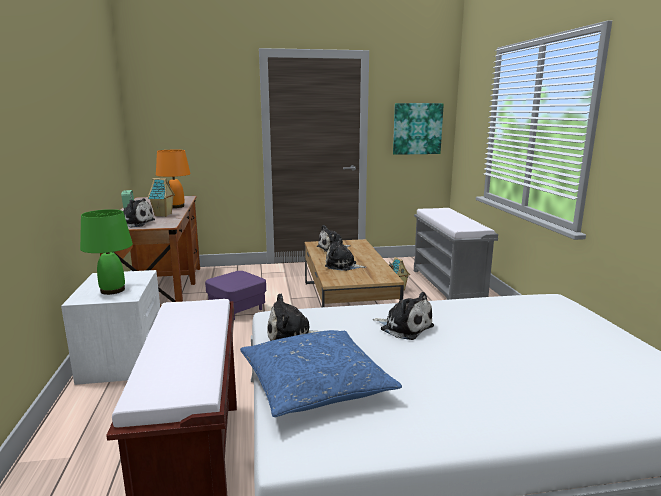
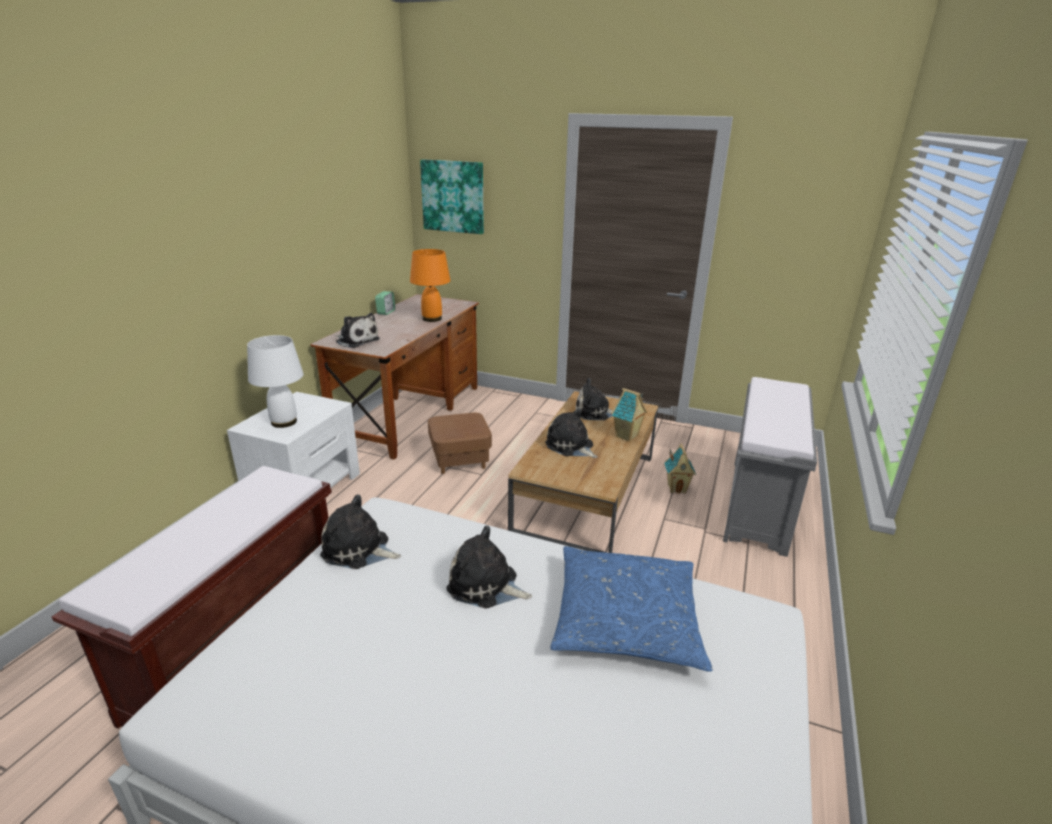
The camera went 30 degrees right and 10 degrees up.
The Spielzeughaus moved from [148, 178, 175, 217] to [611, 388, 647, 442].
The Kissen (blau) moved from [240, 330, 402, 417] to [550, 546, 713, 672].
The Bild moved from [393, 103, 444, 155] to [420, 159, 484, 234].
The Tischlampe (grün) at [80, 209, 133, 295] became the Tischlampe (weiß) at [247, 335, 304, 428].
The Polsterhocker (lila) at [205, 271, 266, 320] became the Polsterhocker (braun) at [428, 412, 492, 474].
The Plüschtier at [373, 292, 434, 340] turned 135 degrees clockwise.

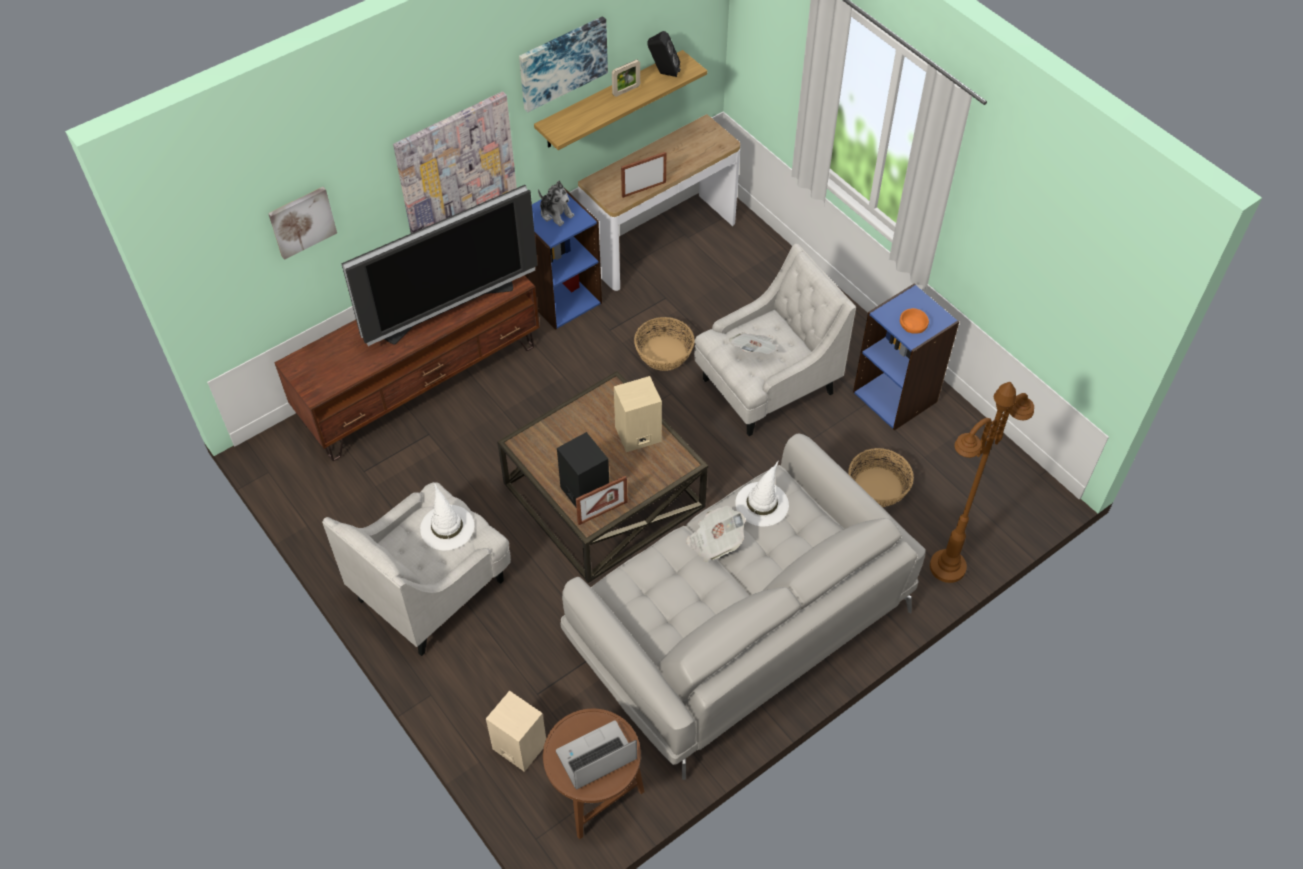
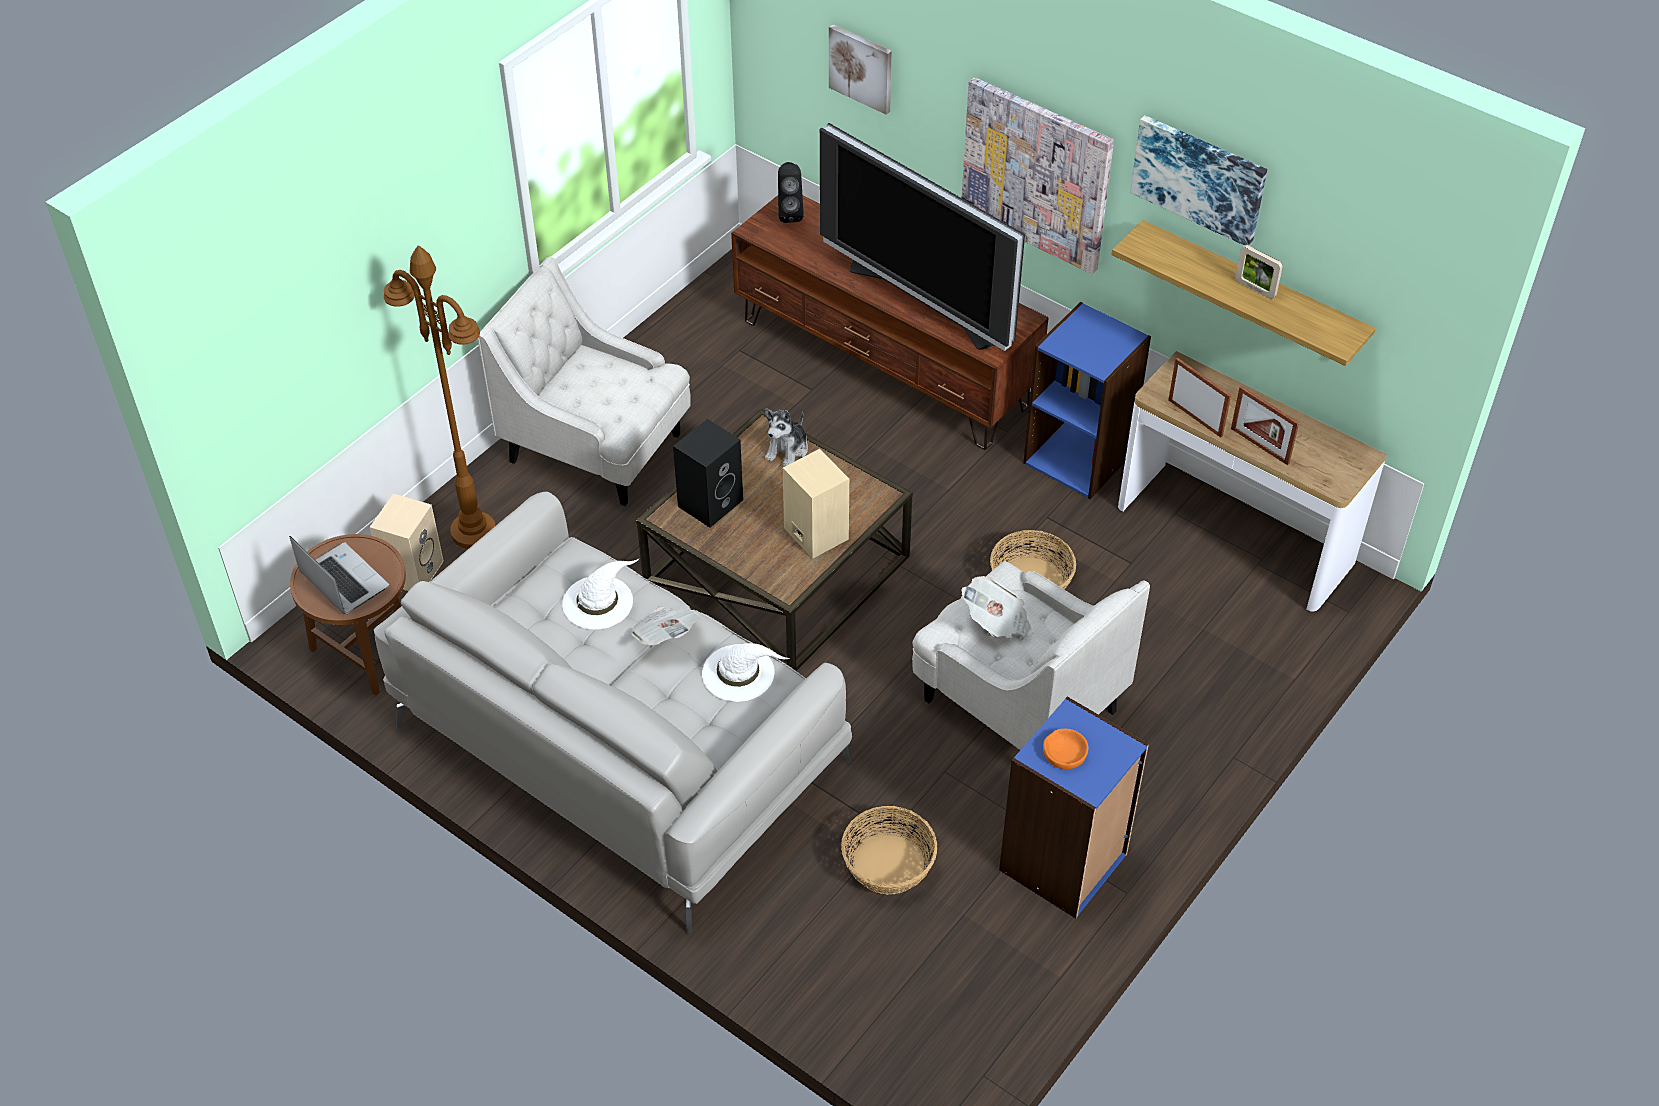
The camera went 75 degrees right and 5 degrees down.
The Hut (weiß) moved from [420, 482, 474, 550] to [562, 558, 640, 629].
The Plüschtier moved from [538, 181, 574, 226] to [765, 409, 808, 467].
The Bilderrahmen moved from [576, 475, 627, 525] to [1231, 386, 1299, 465].
The Lautsprecher (schwarz) moved from [647, 31, 680, 77] to [778, 162, 804, 223].
The Stehlampe (braun) moved from [930, 382, 1034, 583] to [384, 245, 495, 549].

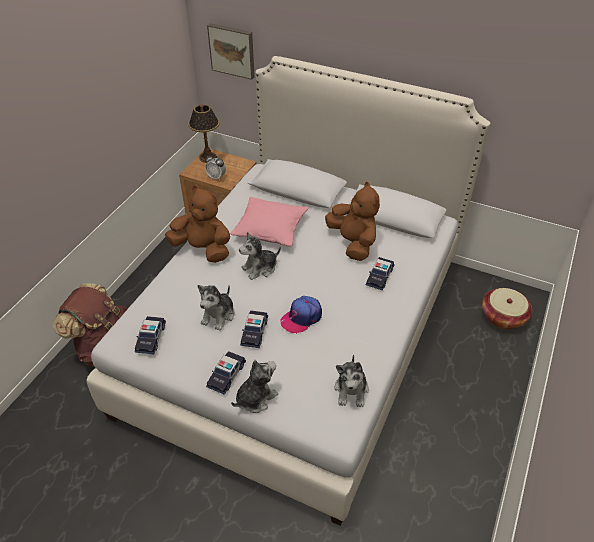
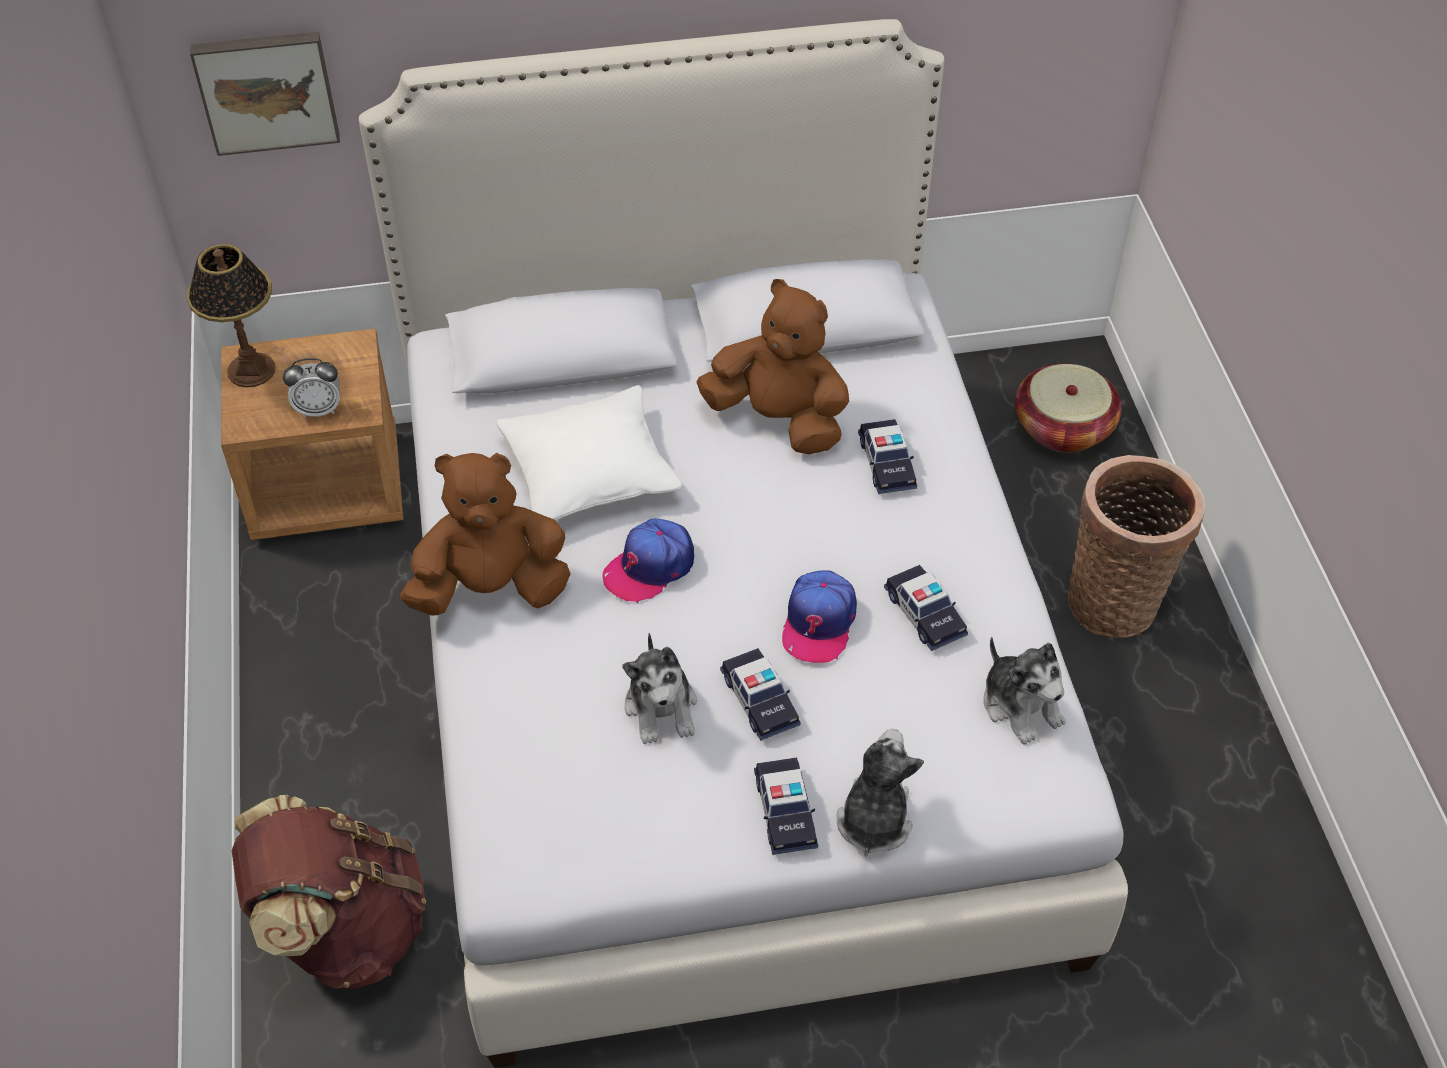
The camera went 35 degrees left and 5 degrees up.
The Korb at [1068, 455, 1206, 638] appeared.
The Spielzeugauto moved from [135, 316, 166, 354] to [884, 565, 968, 651].
The Plüschtier at [239, 232, 281, 280] was replaced by the Kappe at [603, 519, 694, 603].
The Kissen (rosa) at [231, 197, 309, 247] became the Kissen (weiß) at [497, 385, 682, 520].

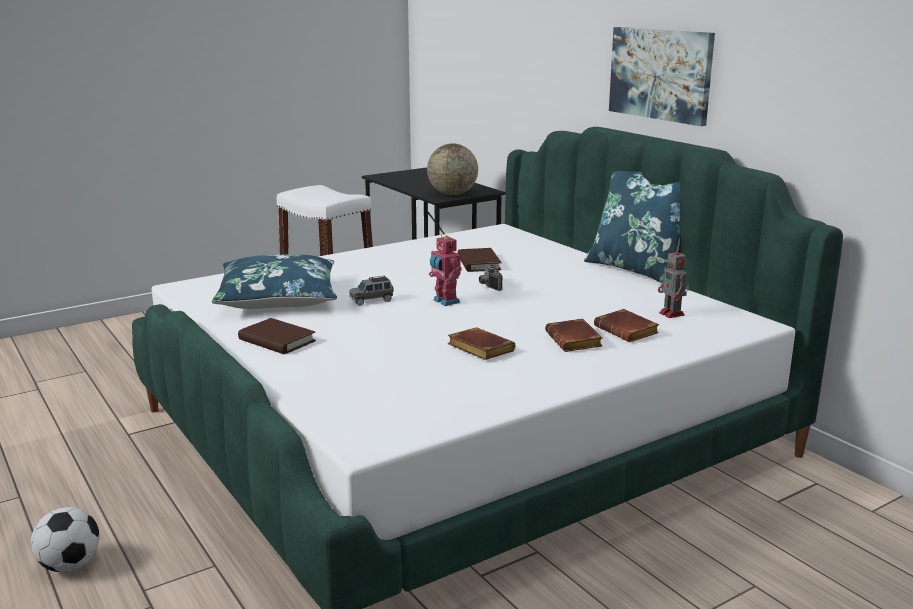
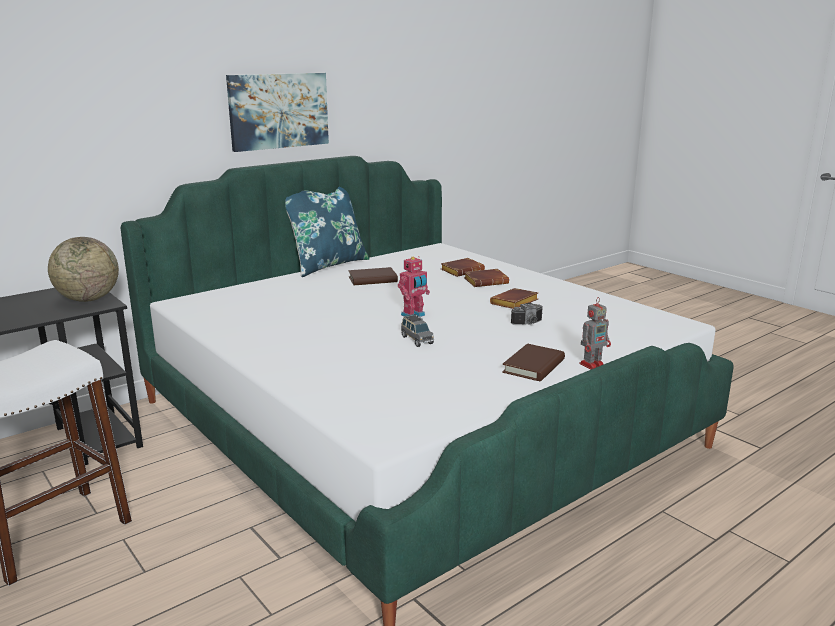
The camera went 95 degrees left and 0 degrees up.
The Fußball at [31, 507, 99, 572] disappeared.
The Kissen (blau) at [212, 255, 337, 309] disappeared.
The Buch (braun) moved from [458, 248, 502, 272] to [349, 267, 398, 285].
The Kamera moved from [479, 264, 503, 291] to [511, 303, 543, 325].
The Spielzeugroboter moved from [658, 246, 689, 318] to [579, 297, 611, 370].

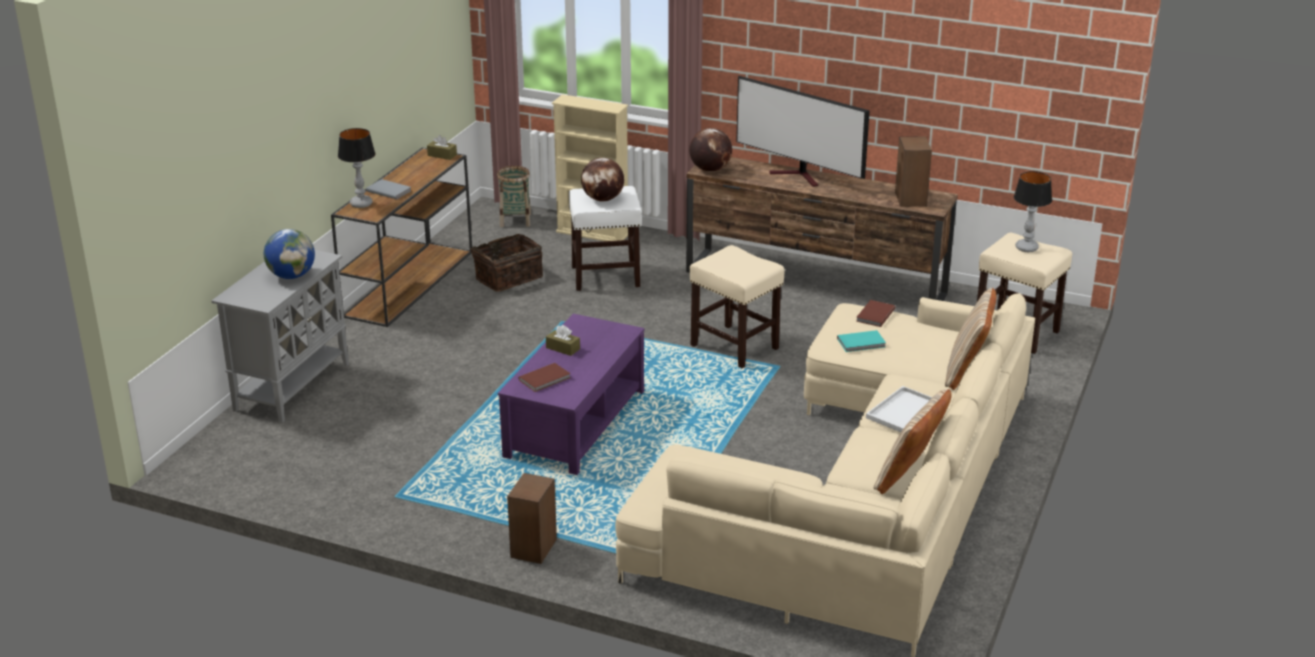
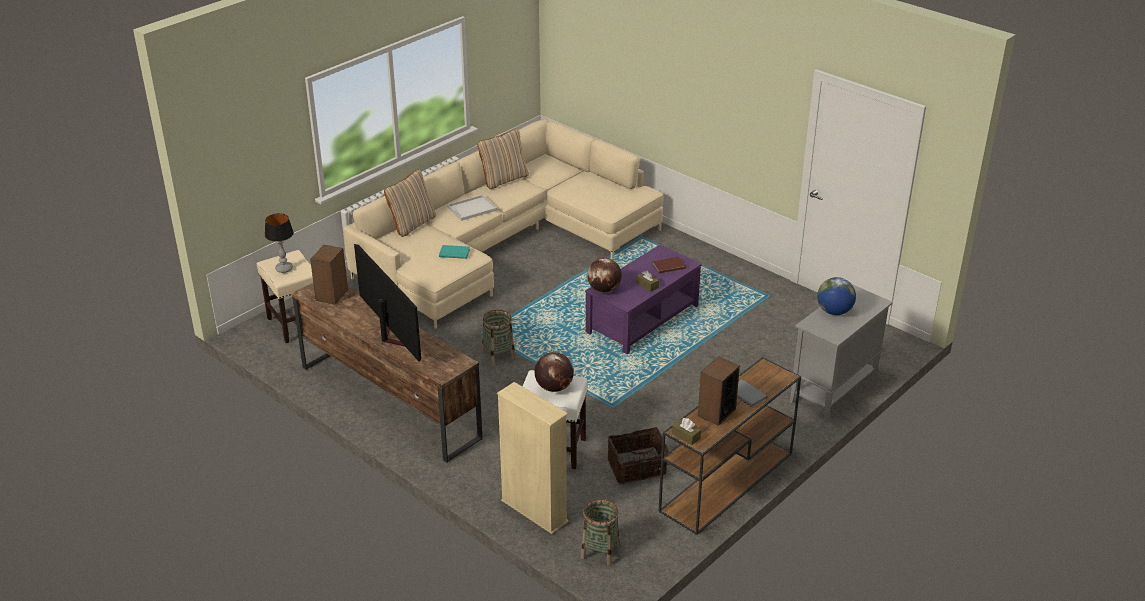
The camera went 160 degrees left and 5 degrees up.
The Tischlampe at [338, 128, 375, 208] disappeared.
The Buch (braun) at [856, 300, 895, 327] disappeared.
The Lautsprecher moved from [507, 473, 557, 564] to [698, 356, 740, 426].
The Globus moved from [689, 128, 732, 172] to [587, 258, 622, 292].
The Hocker (beige) at [690, 245, 785, 368] was replaced by the Korb at [482, 310, 516, 365].

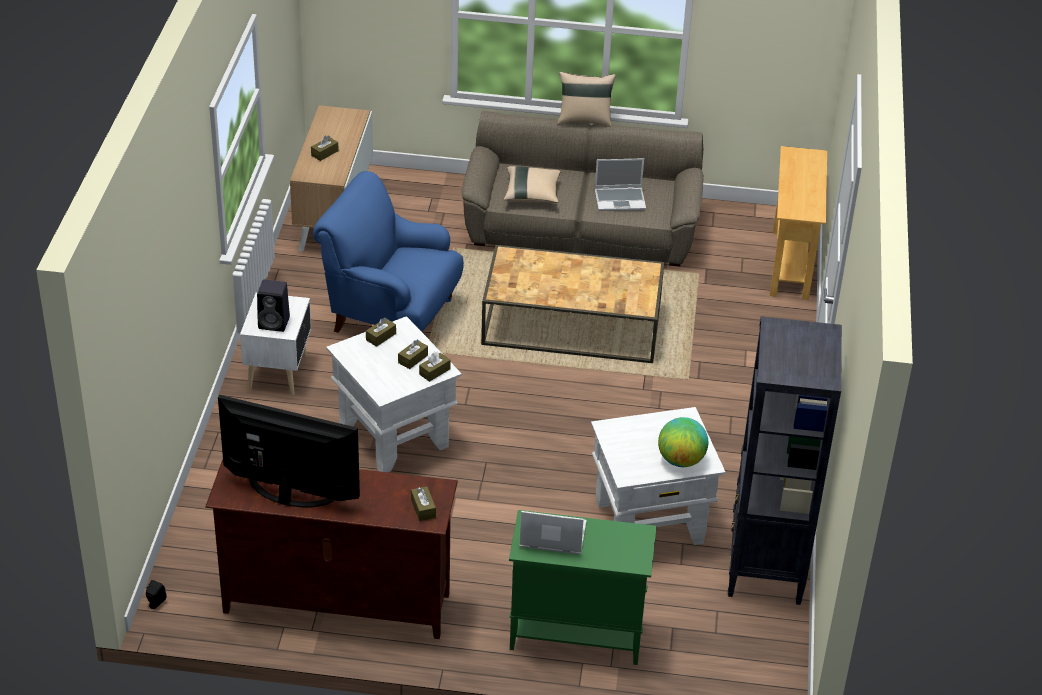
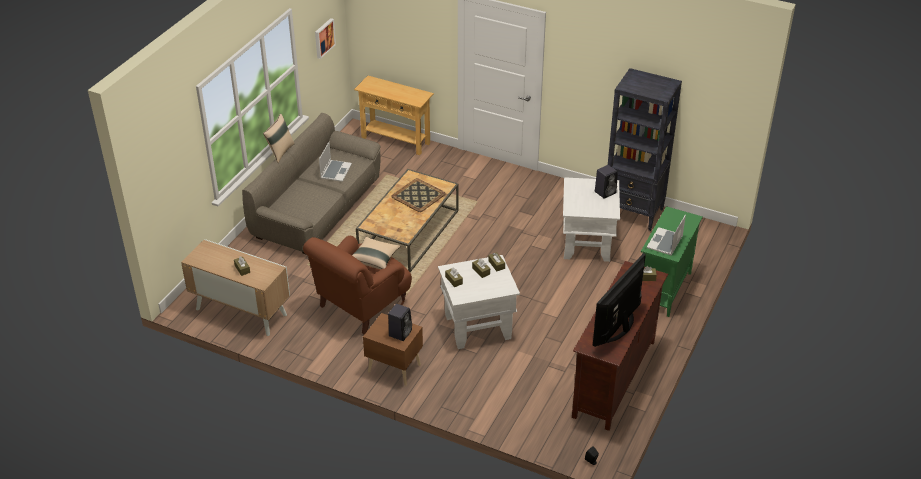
The camera went 70 degrees left and 0 degrees up.
The Bild at [315, 18, 336, 59] appeared.
The Tablett at [391, 178, 446, 212] appeared.
The Kissen (beige) moved from [504, 166, 561, 203] to [352, 237, 401, 269].
The Globus at [658, 417, 708, 467] was replaced by the Lautsprecher (schwarz) at [595, 165, 618, 199].
The Nachttisch (weiß) at [240, 292, 311, 396] became the Nachttisch (braun) at [363, 313, 423, 386].
The Sessel (blau) at [313, 171, 464, 333] became the Sessel (braun) at [303, 236, 412, 335].

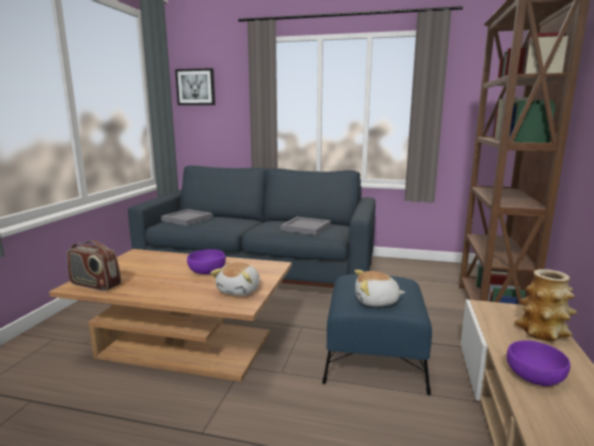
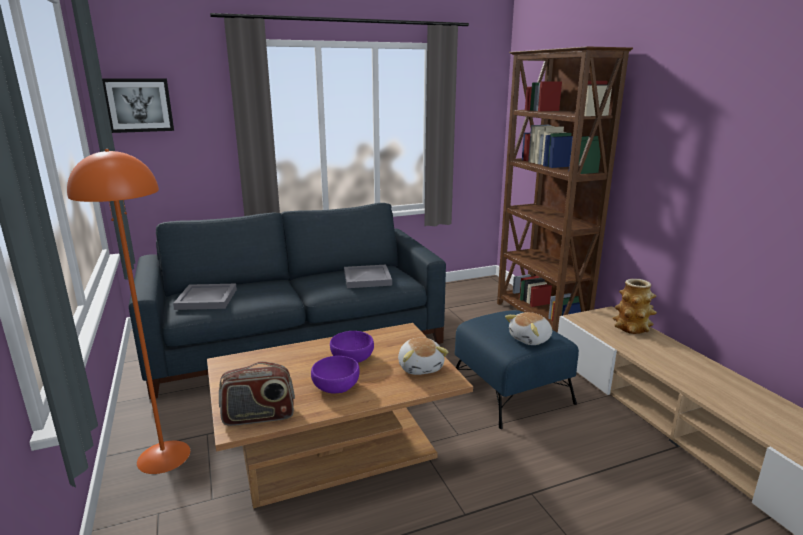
The camera went 35 degrees left and 5 degrees up.
The Stehlampe (orange) at [67, 149, 190, 474] appeared.
The Schüssel (lila) moved from [507, 340, 570, 386] to [311, 356, 360, 394].

